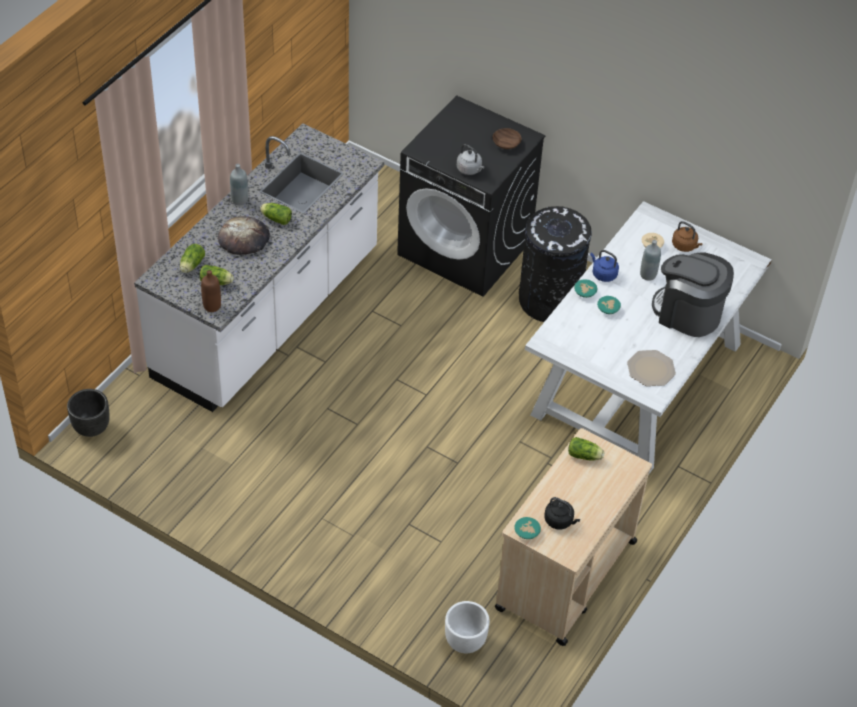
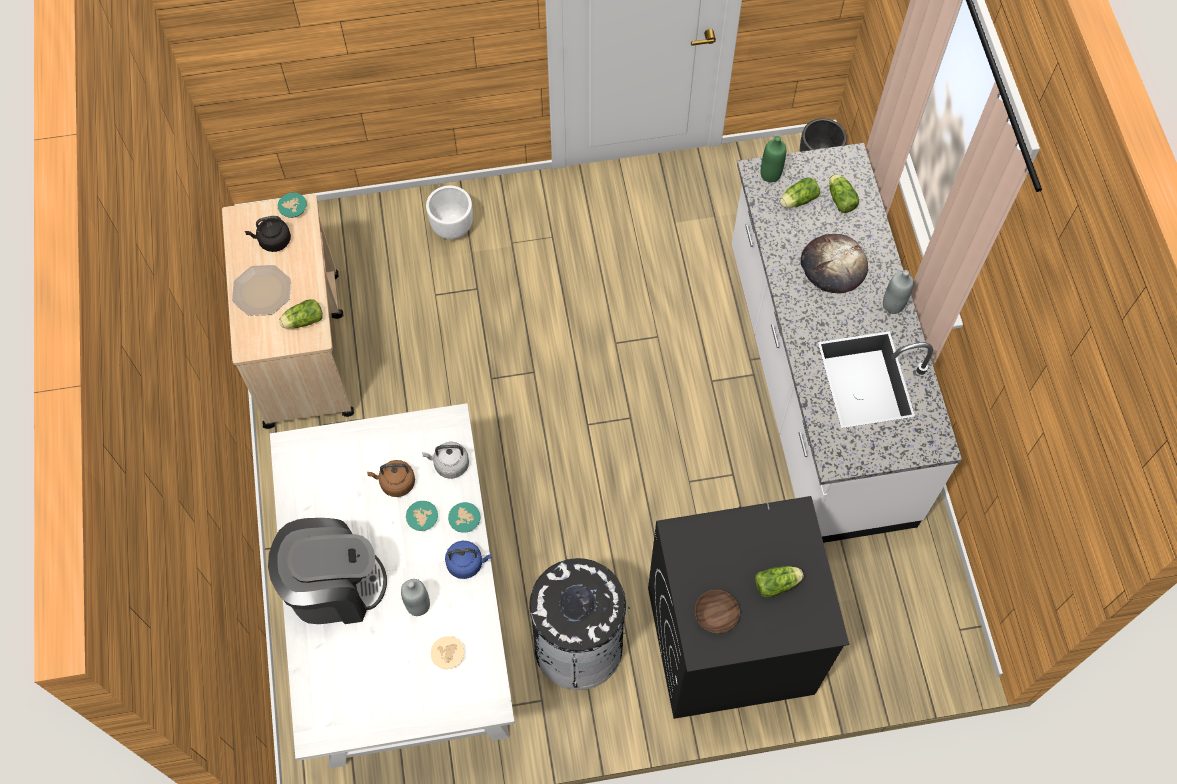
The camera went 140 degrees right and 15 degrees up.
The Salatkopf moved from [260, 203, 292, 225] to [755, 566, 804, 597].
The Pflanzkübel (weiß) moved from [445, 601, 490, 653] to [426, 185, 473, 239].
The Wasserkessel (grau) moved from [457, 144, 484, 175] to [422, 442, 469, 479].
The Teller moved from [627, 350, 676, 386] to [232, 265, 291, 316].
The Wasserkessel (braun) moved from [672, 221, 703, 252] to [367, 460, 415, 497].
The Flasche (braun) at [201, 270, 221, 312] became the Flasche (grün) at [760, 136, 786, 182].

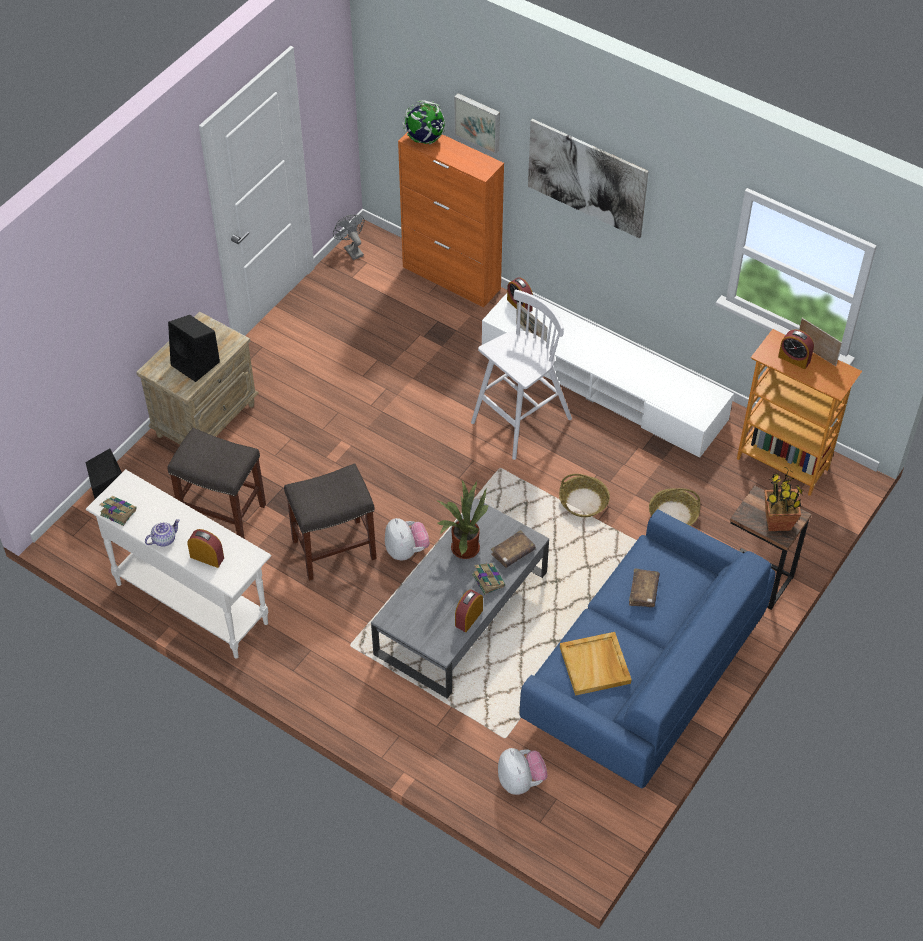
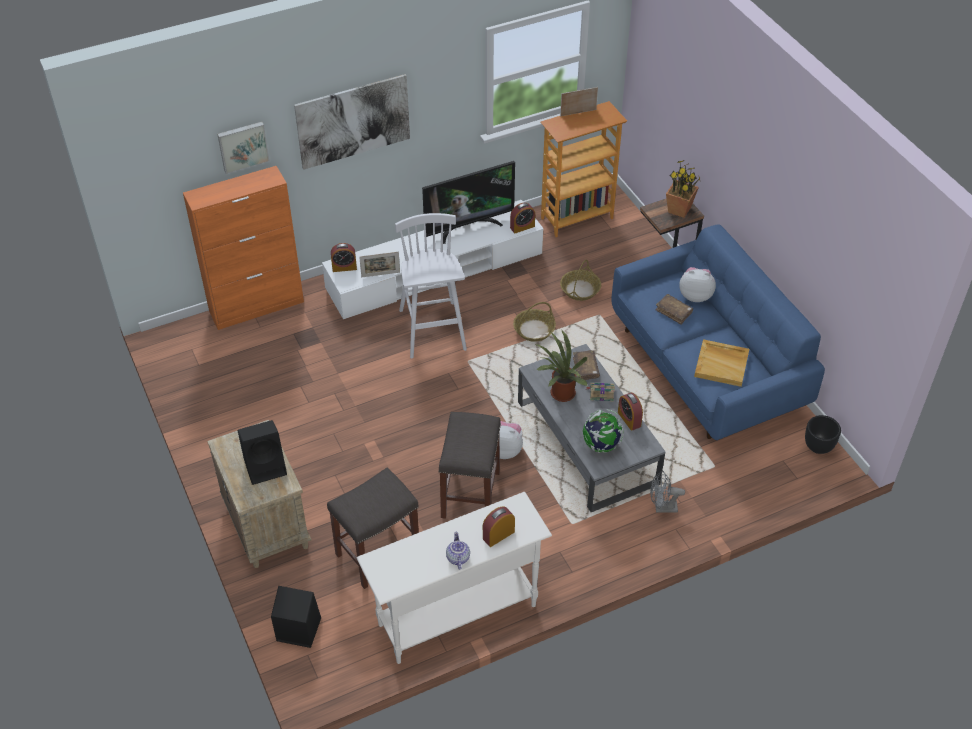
The camera went 60 degrees left and 5 degrees down.
The Buch at [99, 496, 137, 526] disappeared.
The Fernseher at [422, 161, 515, 244] appeared.
The Pflanzkübel (schwarz) at [805, 415, 841, 454] appeared.
The Ventilator (grau) moved from [333, 215, 364, 260] to [650, 471, 685, 512].
The Globus moved from [402, 100, 445, 144] to [583, 409, 624, 453].
The Plüschtier moved from [498, 748, 548, 795] to [679, 267, 716, 302].
The Wecker moved from [778, 329, 814, 369] to [510, 203, 535, 234].

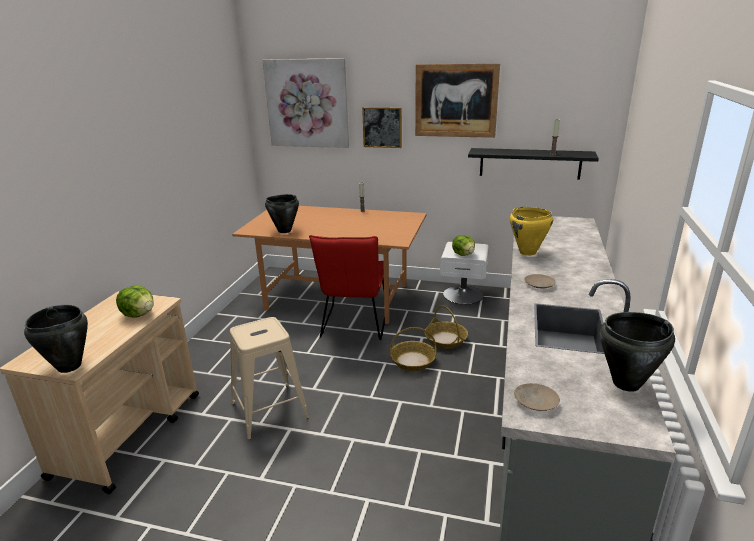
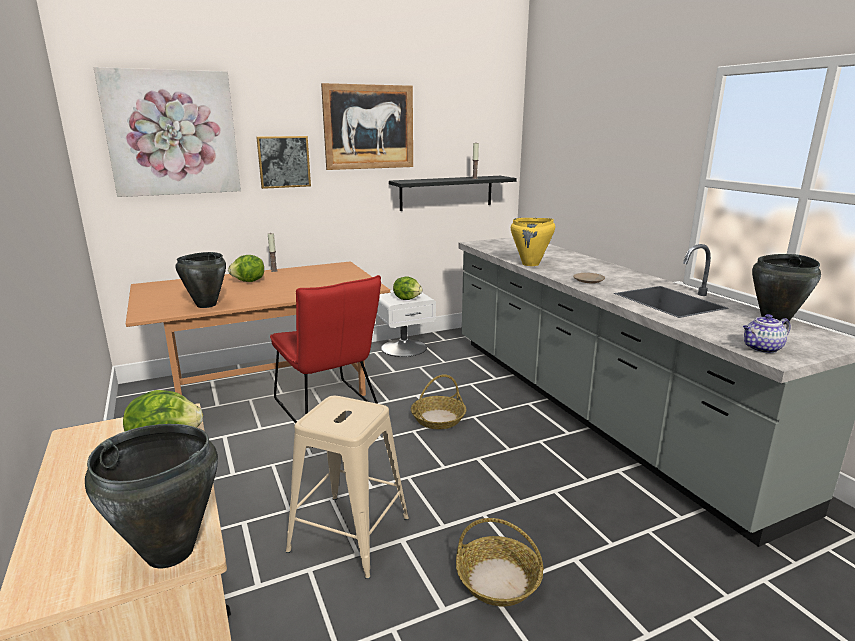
The camera went 40 degrees left and 5 degrees down.
The Salatkopf at [228, 255, 264, 282] appeared.
The Korb moved from [424, 305, 468, 349] to [456, 518, 544, 606].
The Teller (beige) at [514, 383, 560, 411] was replaced by the Teekanne at [743, 314, 791, 354].

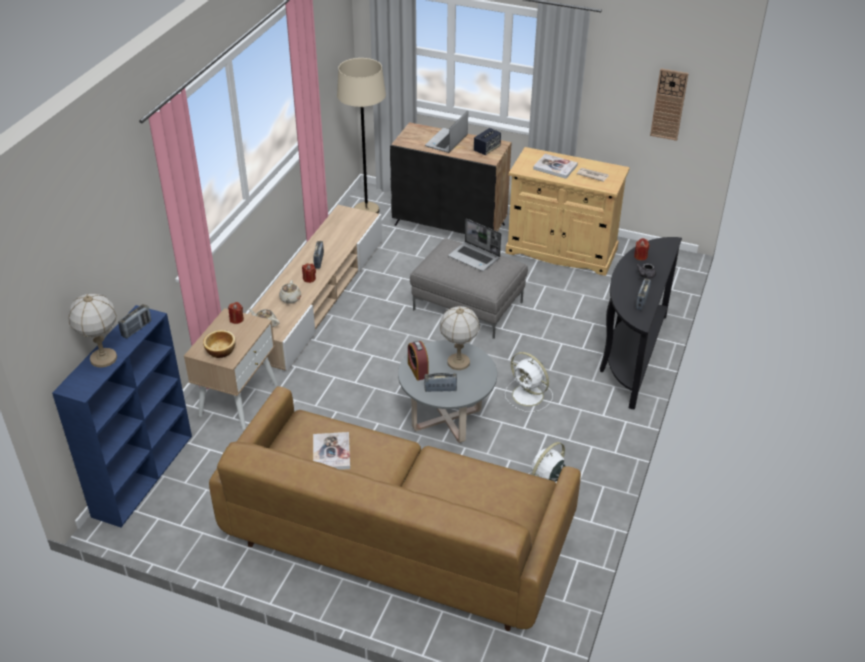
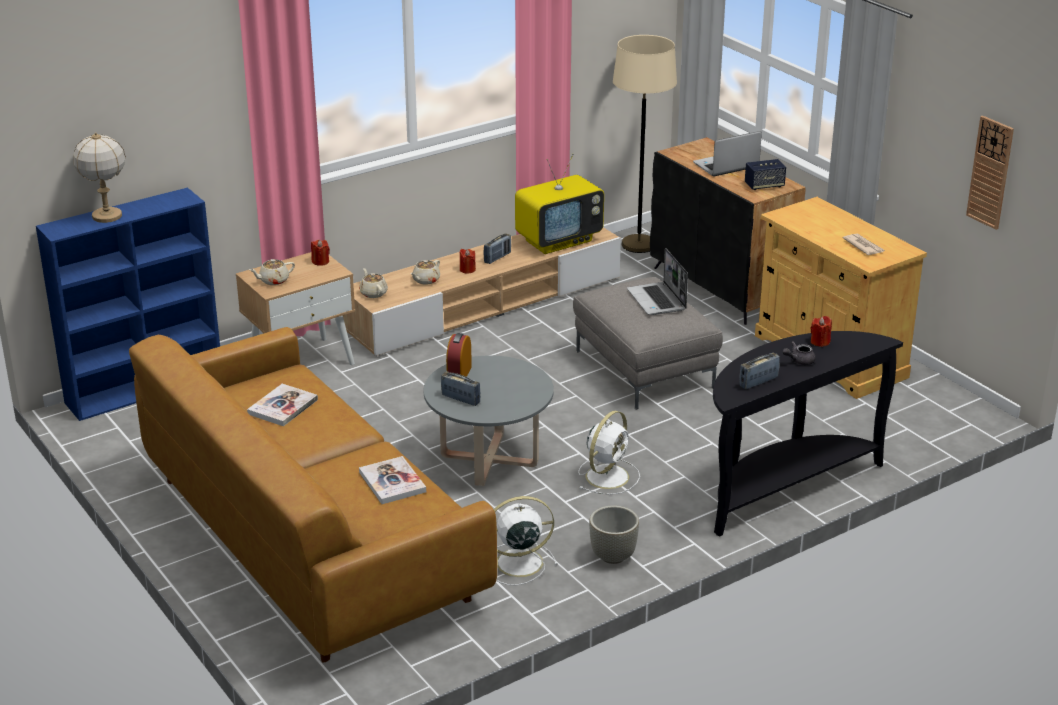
The camera went 35 degrees right and 10 degrees down.
The Radio at [118, 304, 151, 339] disappeared.
The Tischlampe at [440, 306, 480, 370] disappeared.
The Fernseher at [515, 153, 604, 254] appeared.
The Pflanzkübel (grau) at [589, 505, 639, 564] appeared.
The Buch moved from [533, 154, 578, 179] to [359, 456, 426, 504].
The Schüssel at [203, 330, 236, 358] was replaced by the Teekanne (beige) at [249, 259, 295, 285].
The Ventilator (weiß) at [505, 352, 553, 412] turned 135 degrees counterclockwise.

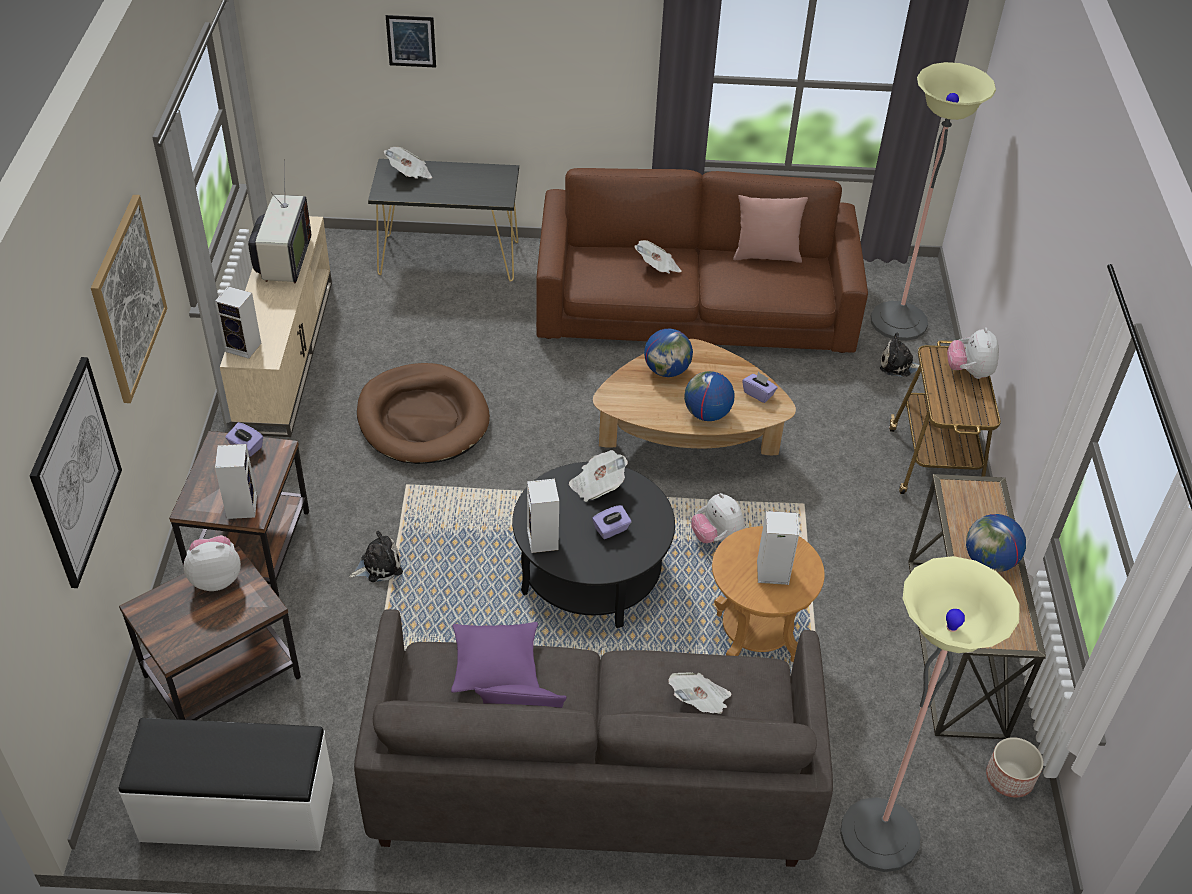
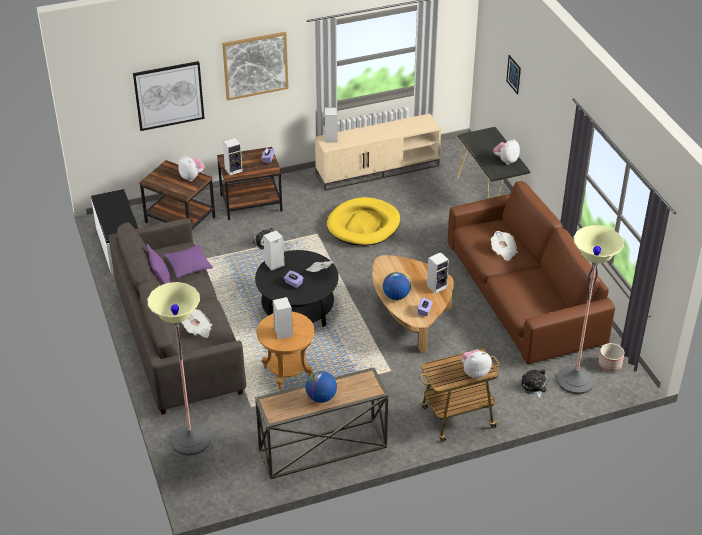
The camera went 70 degrees right and 5 degrees down.
The Fernseher at [248, 159, 311, 283] disappeared.
The Zeitung at [384, 147, 432, 179] disappeared.
The Globus at [644, 329, 693, 377] disappeared.
The Kissen (rosa) at [733, 195, 808, 263] disappeared.
The Lautsprecher at [427, 252, 449, 293] appeared.
The Plüschtier moved from [691, 493, 744, 543] to [493, 139, 520, 165].
The Pflanzkübel moved from [986, 737, 1043, 798] to [598, 343, 624, 371].
The Hundebett (braun) at [357, 363, 490, 464] became the Hundebett (gelb) at [327, 197, 400, 246].

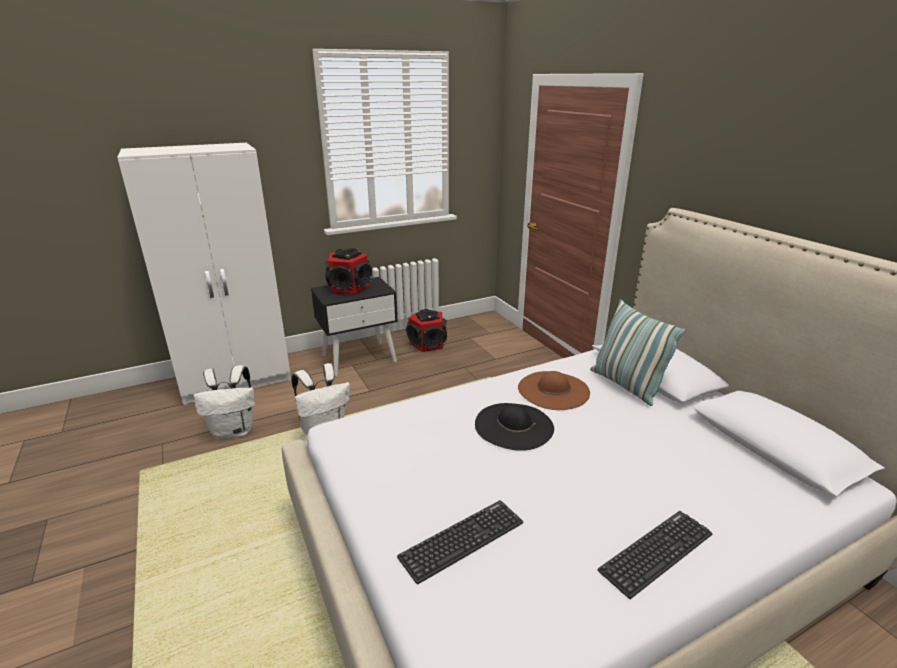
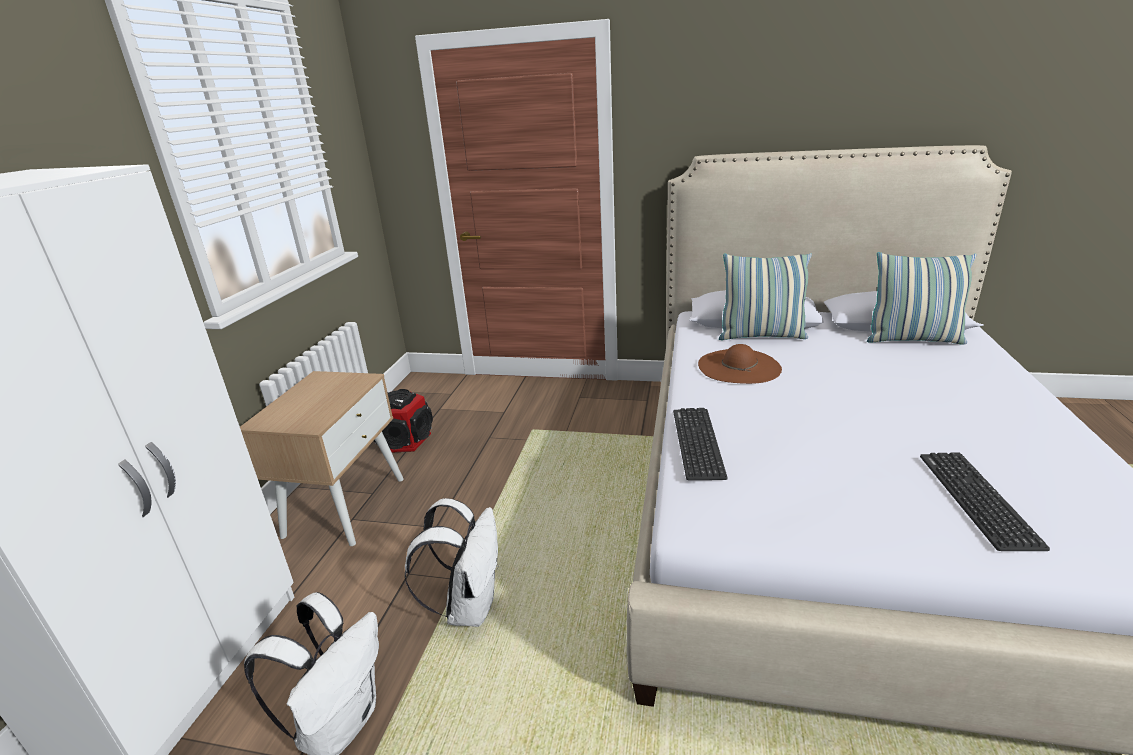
The camera went 50 degrees left and 0 degrees up.
The Lautsprecher at [325, 248, 372, 295] disappeared.
The Hut (schwarz) at [475, 403, 554, 451] disappeared.
The Kissen at [867, 252, 977, 345] appeared.
The Tastatur moved from [598, 511, 712, 599] to [673, 408, 728, 480].
The Nachttisch (schwarz) at [311, 277, 398, 376] became the Nachttisch (beige) at [240, 371, 404, 546].

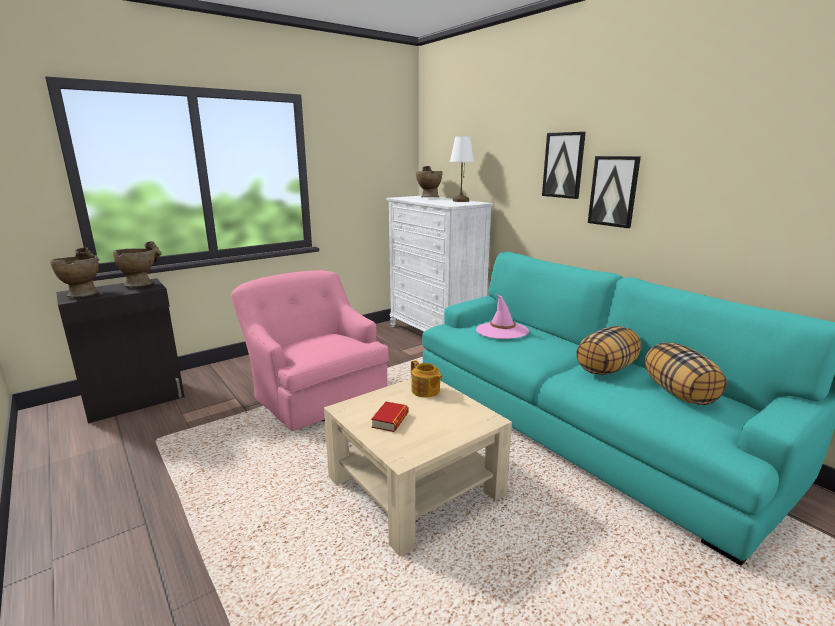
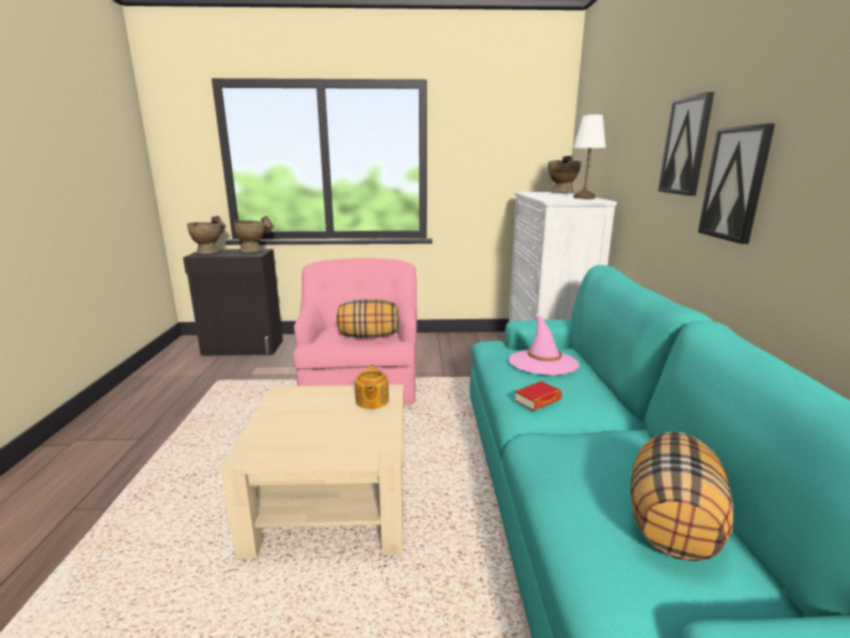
The camera went 35 degrees right and 0 degrees up.
The Buch moved from [371, 402, 408, 432] to [514, 381, 562, 411].
The Kissen moved from [576, 326, 641, 375] to [337, 299, 400, 338].

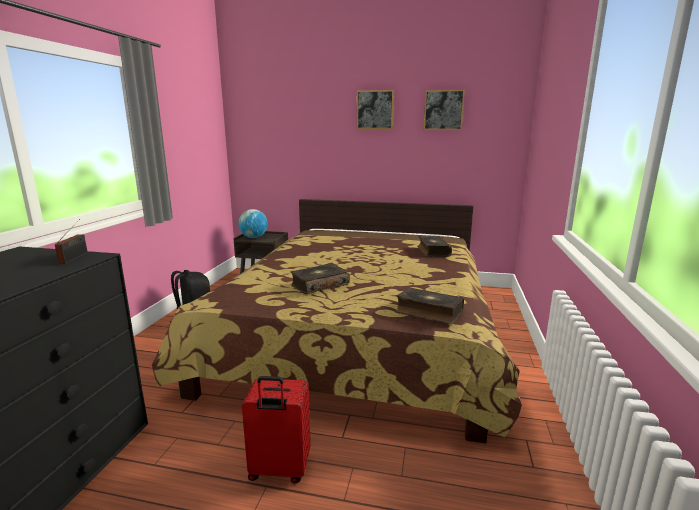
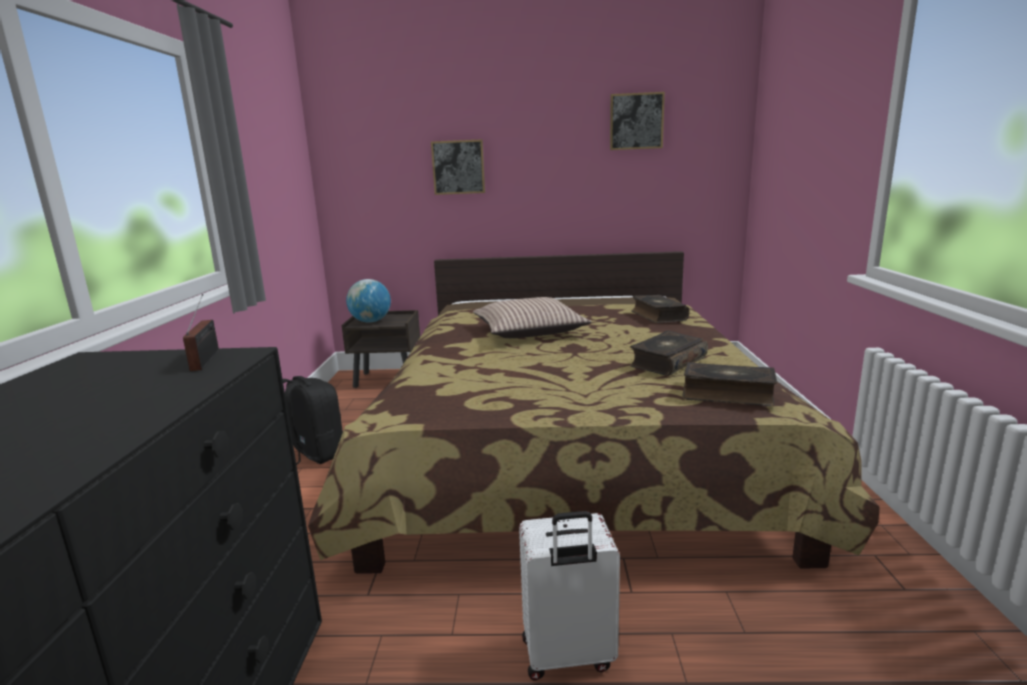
The camera went 10 degrees left and 0 degrees up.
The Kissen at [473, 297, 592, 338] appeared.
The Buch moved from [290, 263, 350, 294] to [629, 331, 708, 376].
The Bild moved from [357, 90, 394, 129] to [431, 139, 485, 195].
The Koffer (rot) at [242, 376, 311, 483] became the Koffer (weiß) at [519, 511, 620, 681].

